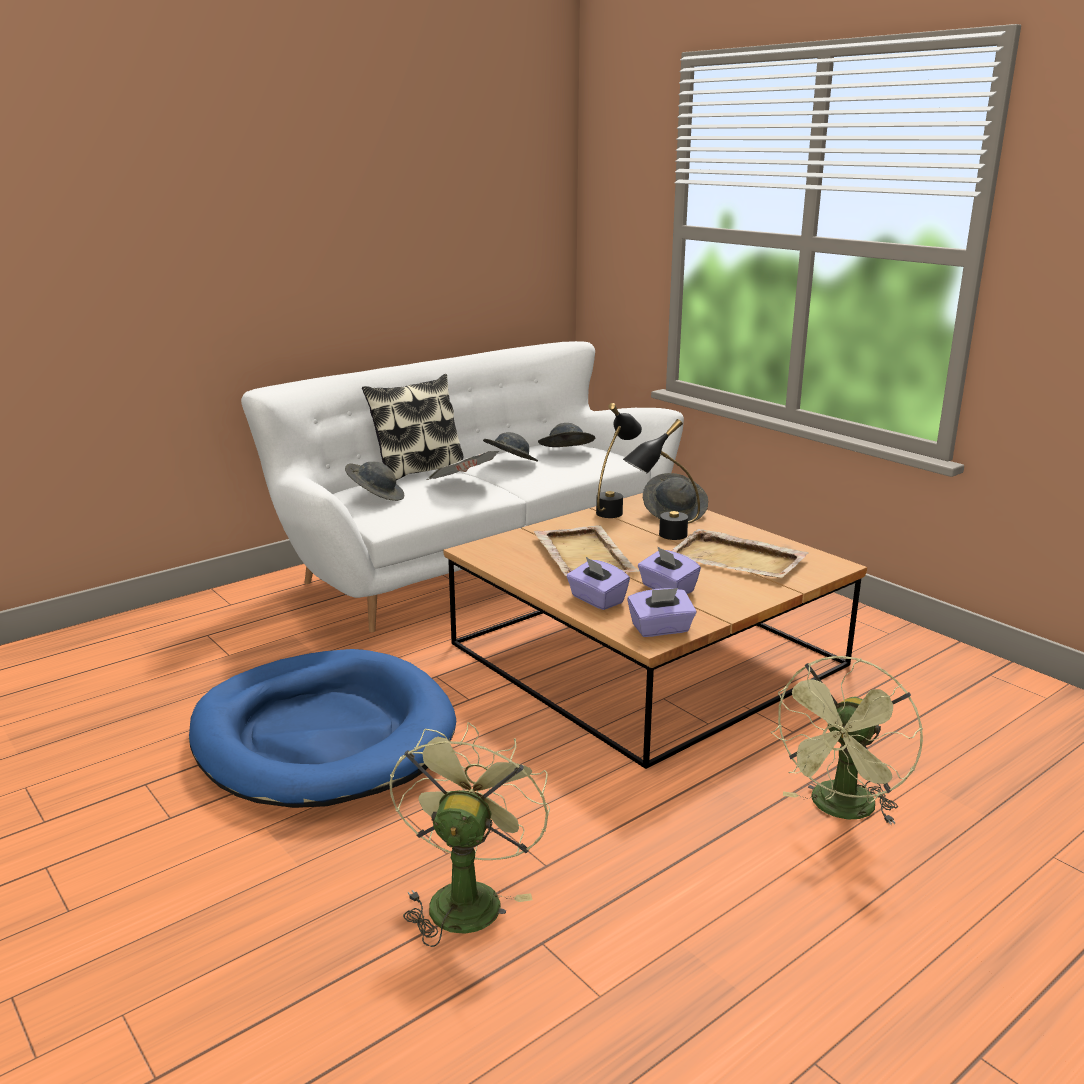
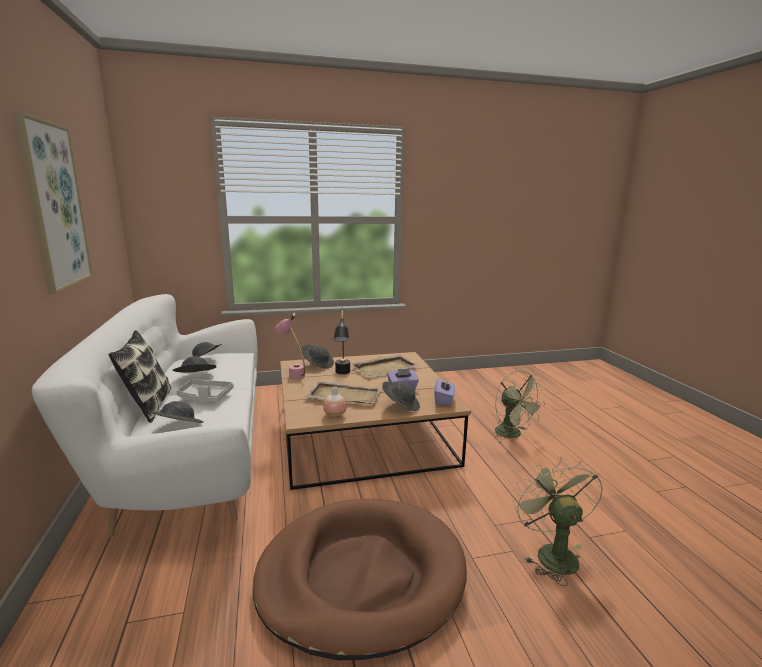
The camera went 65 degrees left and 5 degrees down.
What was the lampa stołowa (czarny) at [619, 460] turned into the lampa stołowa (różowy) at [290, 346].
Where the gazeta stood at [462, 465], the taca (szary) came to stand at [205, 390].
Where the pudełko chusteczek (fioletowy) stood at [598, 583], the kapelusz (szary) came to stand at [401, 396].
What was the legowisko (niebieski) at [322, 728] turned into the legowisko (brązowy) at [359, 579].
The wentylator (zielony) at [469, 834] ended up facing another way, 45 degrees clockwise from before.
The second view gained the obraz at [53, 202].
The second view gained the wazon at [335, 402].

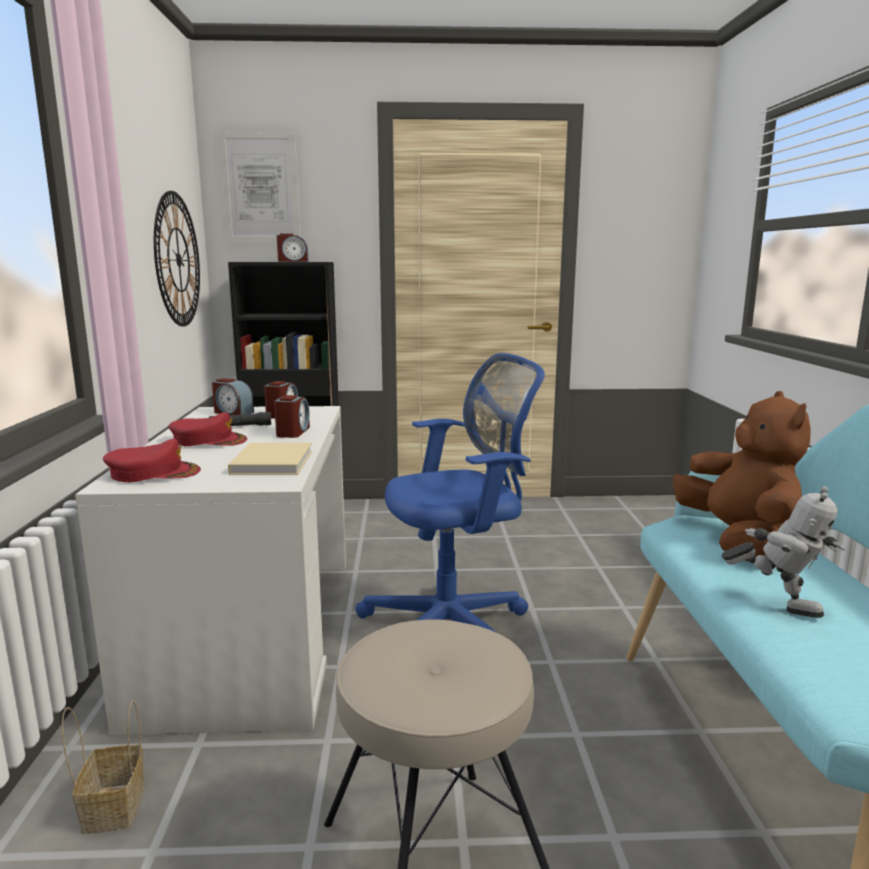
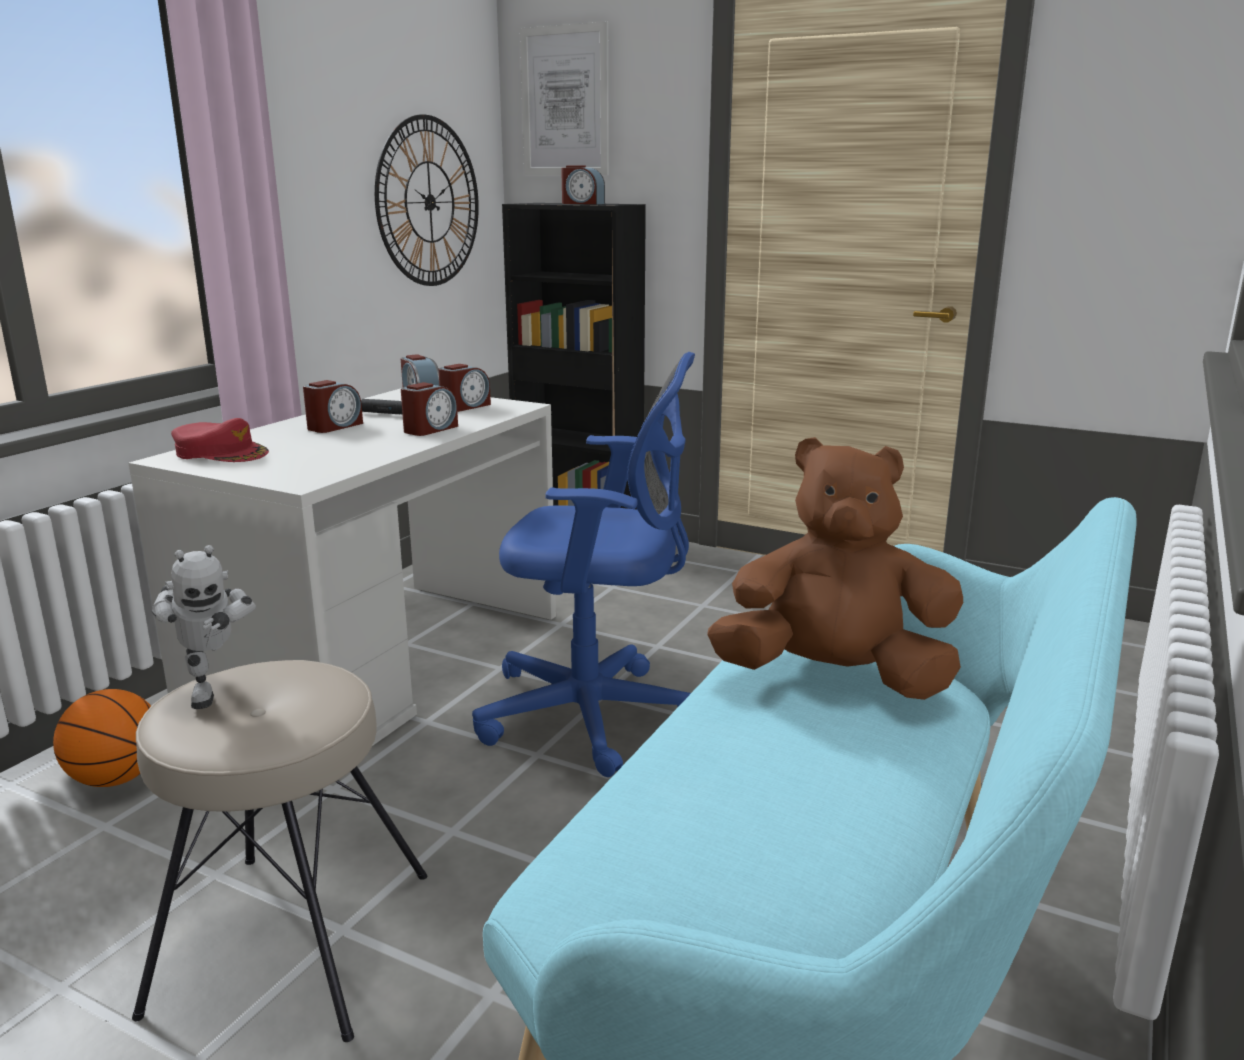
The camera went 30 degrees right and 5 degrees up.
The pluszak (brązowy) at [742, 476] ended up facing another way, 105 degrees counterclockwise from before.
Where the czapka z daszkiem (czerwony) stood at [207, 429], the budzik came to stand at [333, 406].
The second view lost the książka (beżowy) at [270, 459].
The robot zabawkowy ended up elsewhere, having gone from [783, 552] to [204, 627].
Where the koszyk stood at [103, 767], the piłka do koszykówki came to stand at [102, 738].

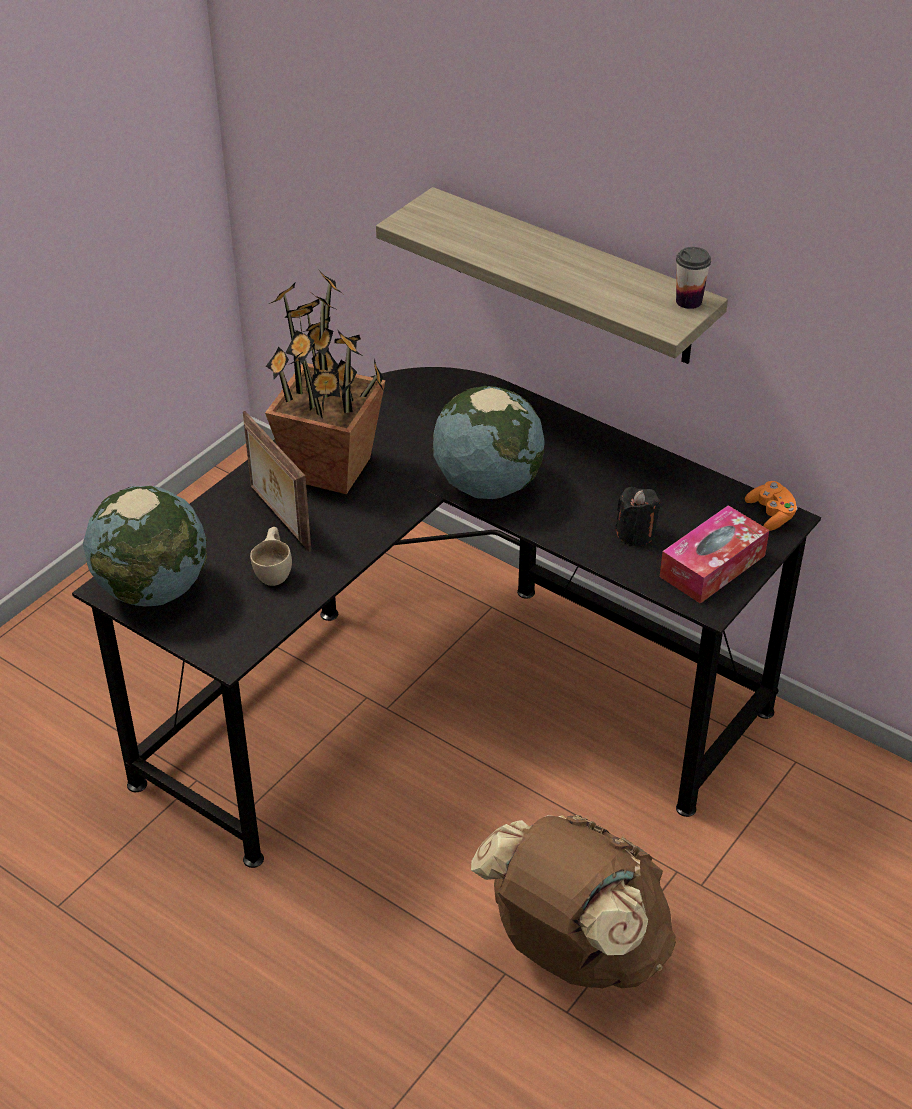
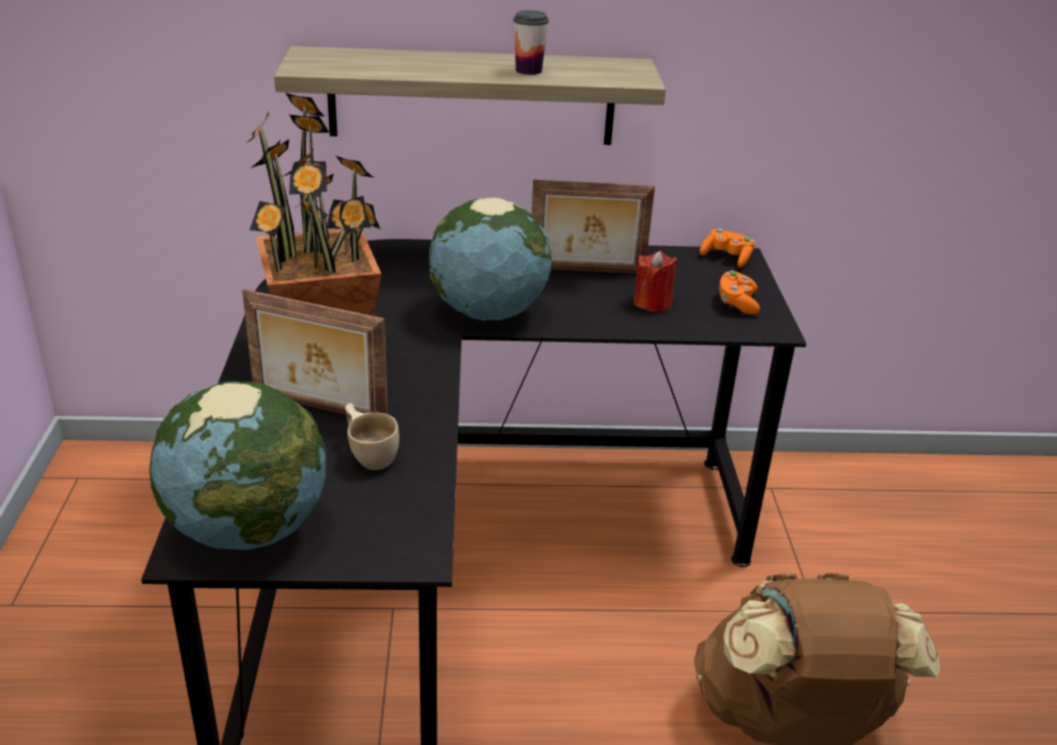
The camera went 40 degrees left and 10 degrees down.
The filiżanka ended up elsewhere, having gone from [693, 278] to [531, 42].
What was the świeca (czarny) at [637, 517] turned into the świeca (czerwony) at [656, 281].
Where the pudełko chusteczek stood at [714, 554], the pad do gier (pomarańczowy) came to stand at [739, 292].
The second view gained the ramka na zdjęcie at [593, 227].

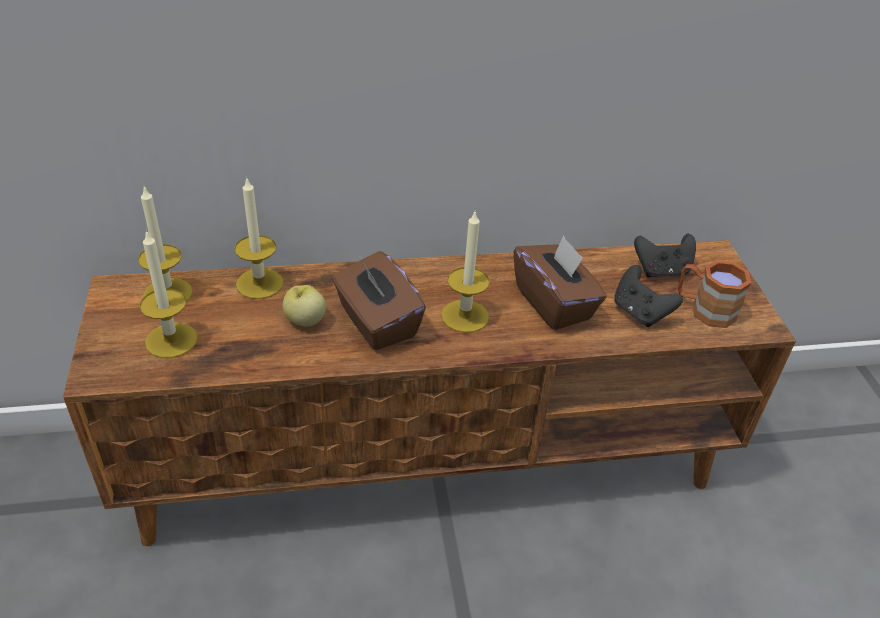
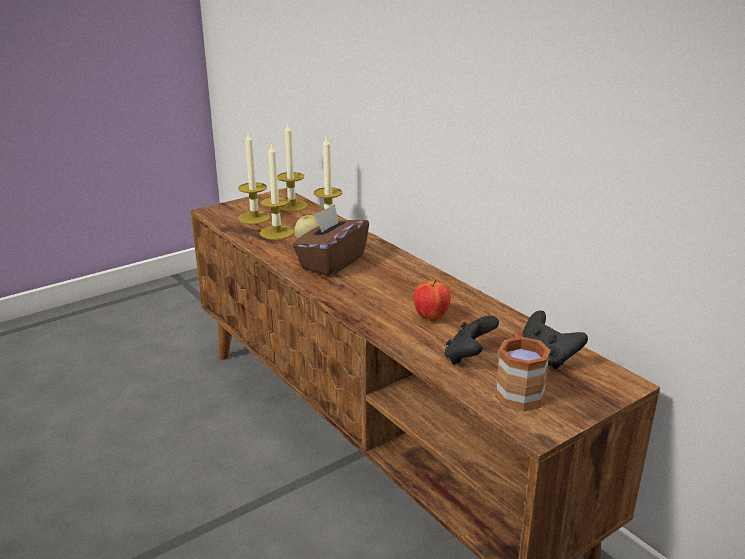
The camera went 65 degrees right and 15 degrees down.
The świeca ended up elsewhere, having gone from [465, 271] to [277, 191].
Where the pudełko chusteczek (brązowy) stood at [560, 282], the jabłko came to stand at [432, 300].

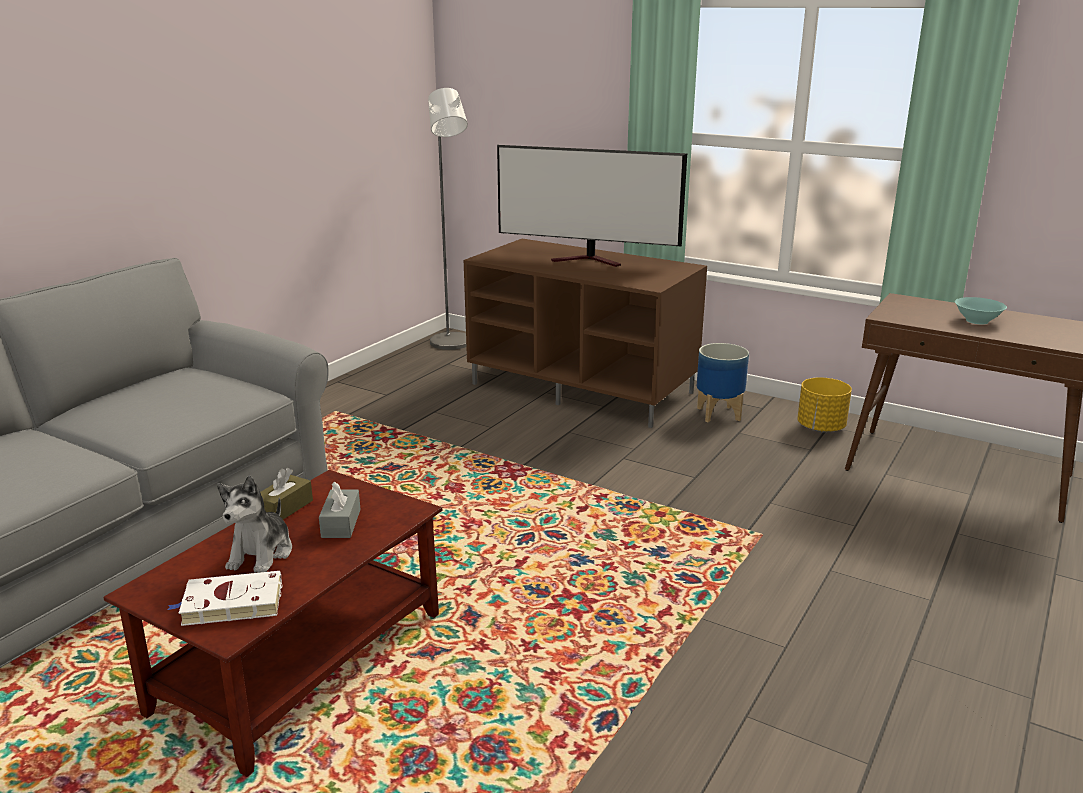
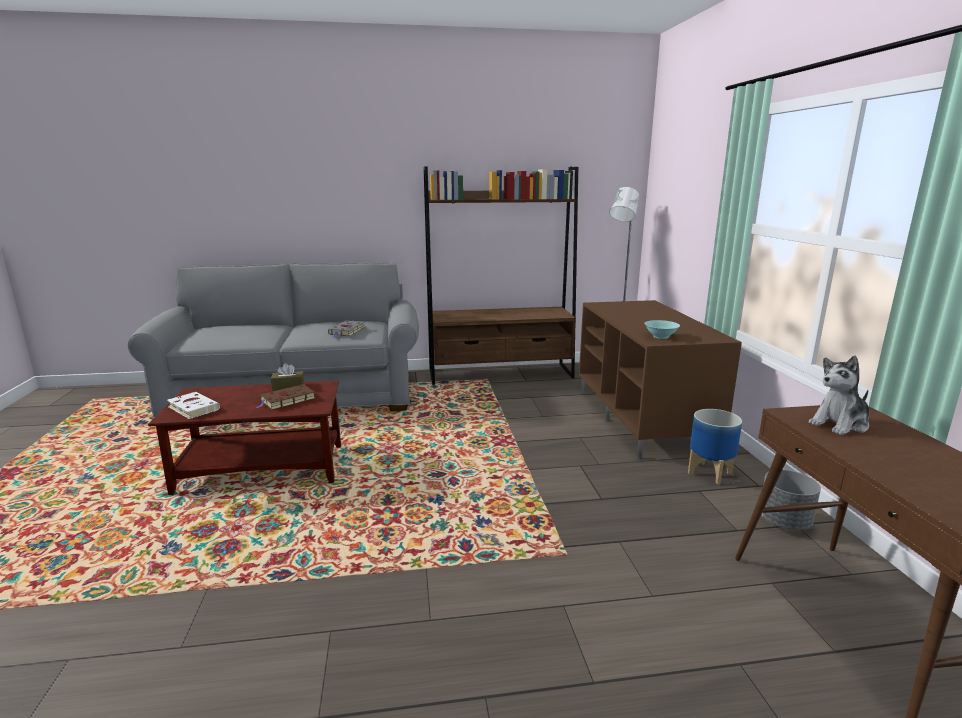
The camera went 50 degrees right and 5 degrees down.
The second view lost the telewizor at [592, 206].
The miska (turkusowy) ended up elsewhere, having gone from [981, 310] to [662, 329].
What was the donica (żółty) at [824, 404] turned into the donica (szary) at [791, 500].
The pluszak ended up elsewhere, having gone from [254, 524] to [839, 395].
Where the pudełko chusteczek (szary) stood at [340, 510], the książka (brązowy) came to stand at [286, 397].
The second view gained the regał (brązowy) at [501, 275].
The second view gained the książka (szary) at [346, 329].

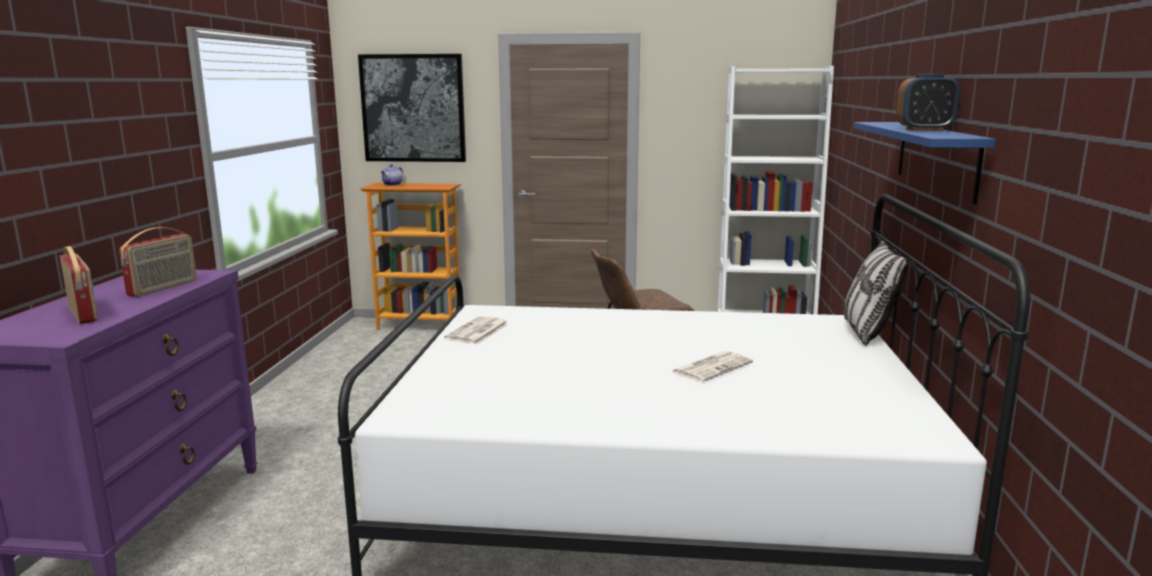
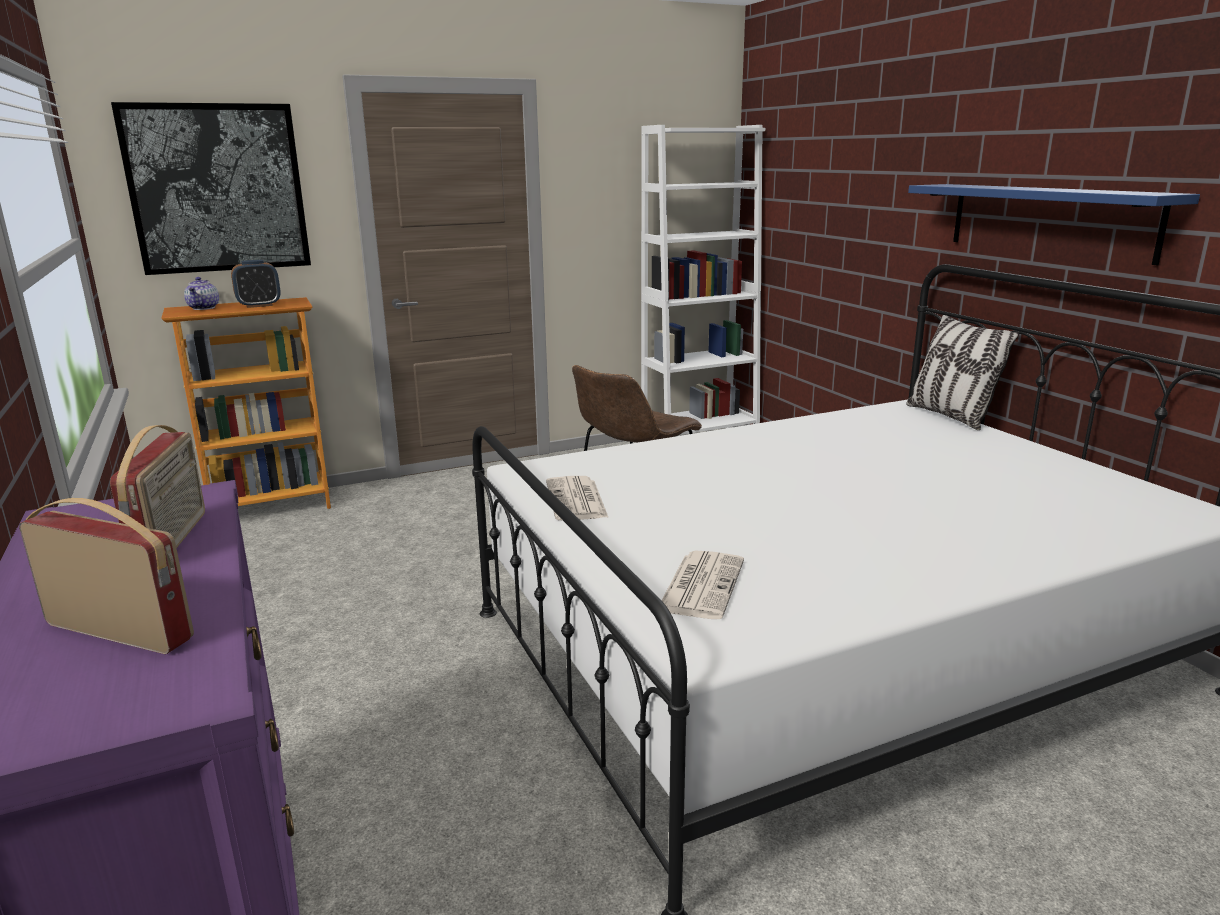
The camera went 30 degrees left and 5 degrees up.
The budzik ended up elsewhere, having gone from [928, 102] to [256, 284].
The gazeta ended up elsewhere, having gone from [712, 366] to [703, 584].

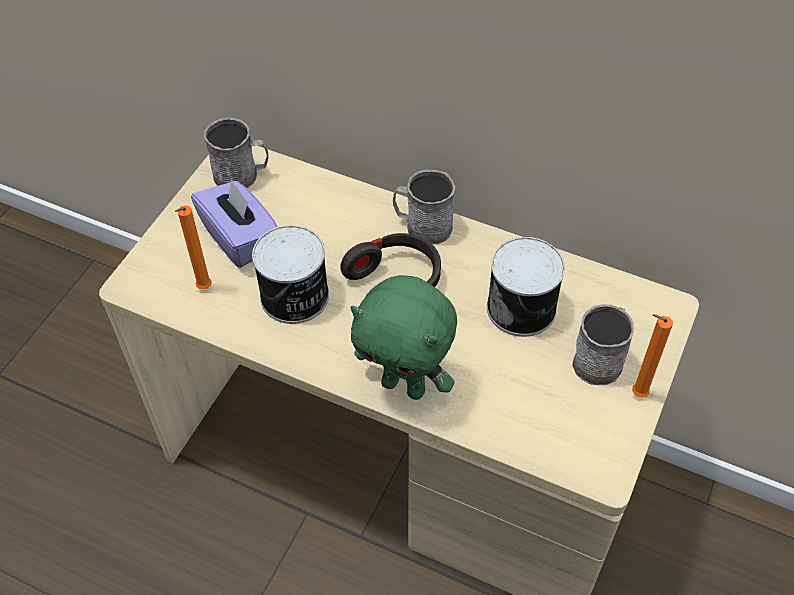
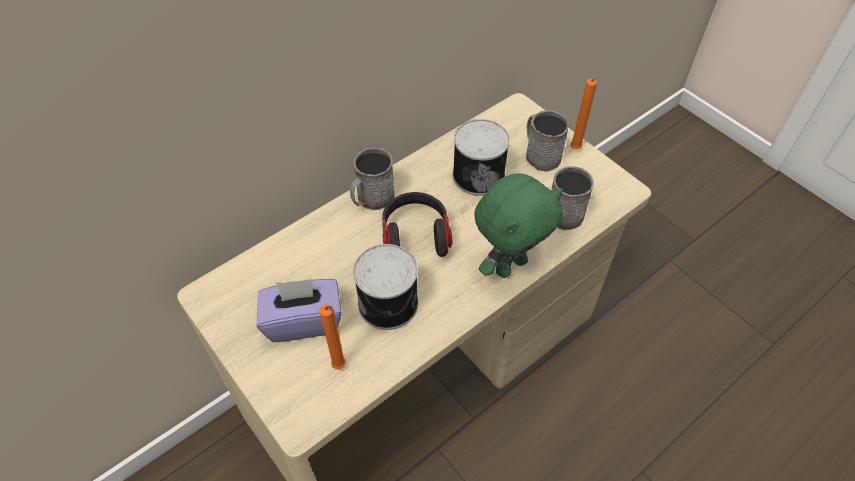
The camera went 65 degrees left and 0 degrees up.
The kubek (szary) ended up elsewhere, having gone from [236, 153] to [572, 198].

